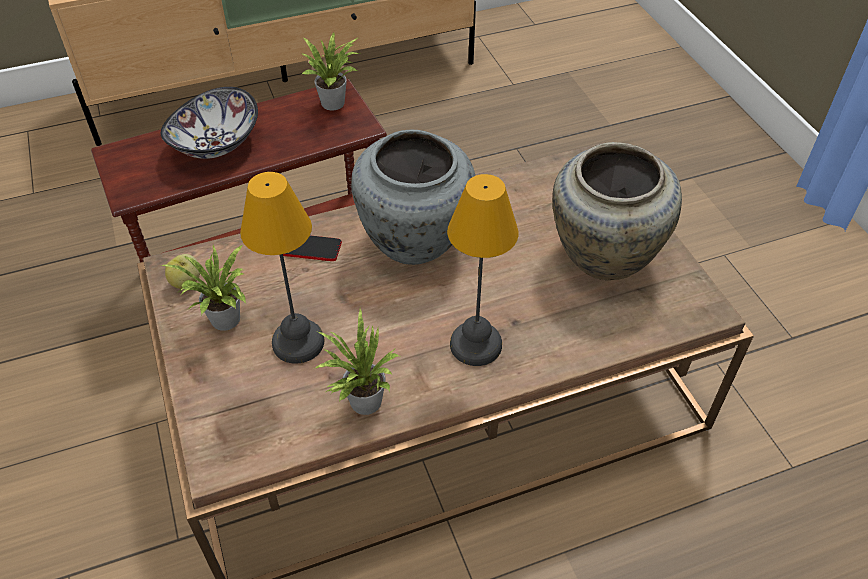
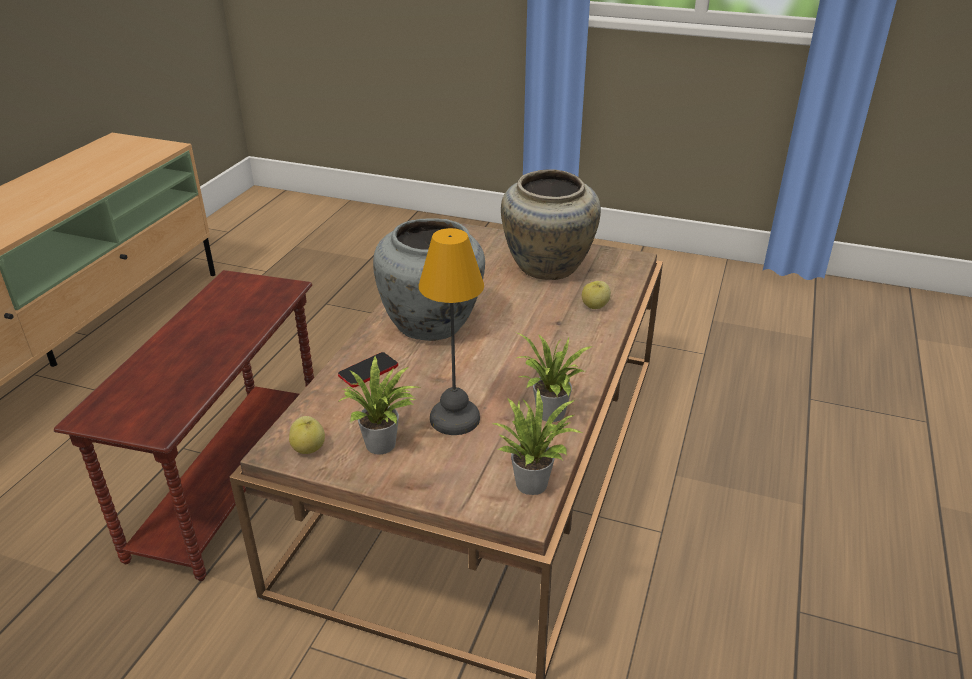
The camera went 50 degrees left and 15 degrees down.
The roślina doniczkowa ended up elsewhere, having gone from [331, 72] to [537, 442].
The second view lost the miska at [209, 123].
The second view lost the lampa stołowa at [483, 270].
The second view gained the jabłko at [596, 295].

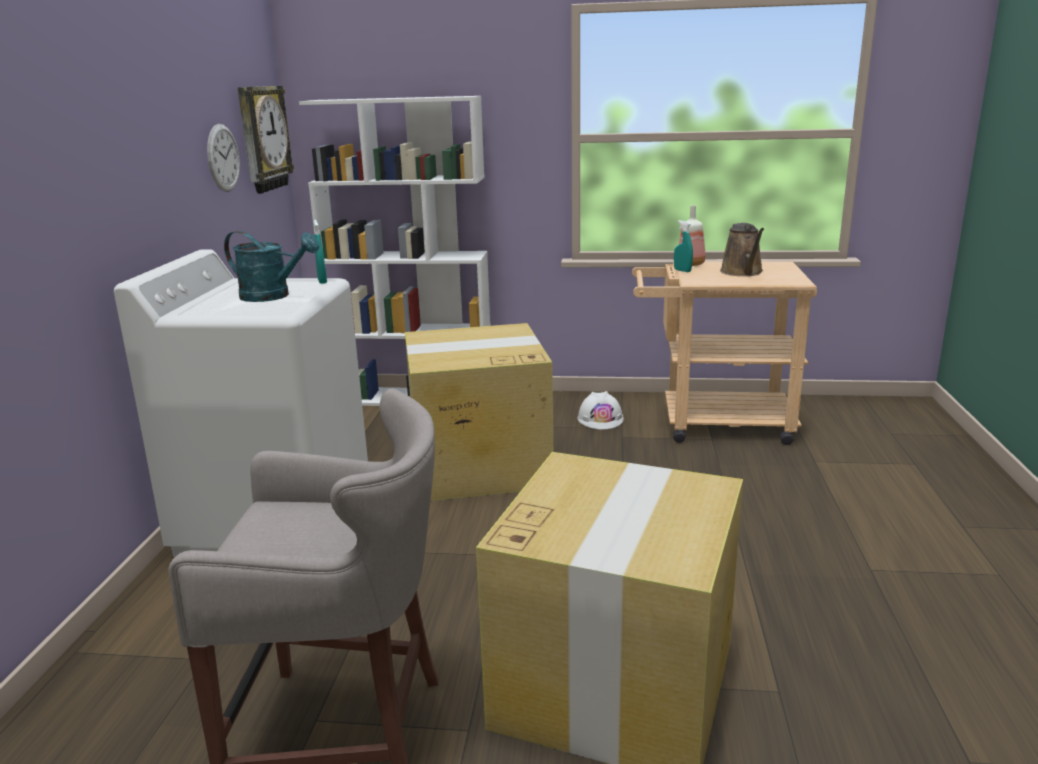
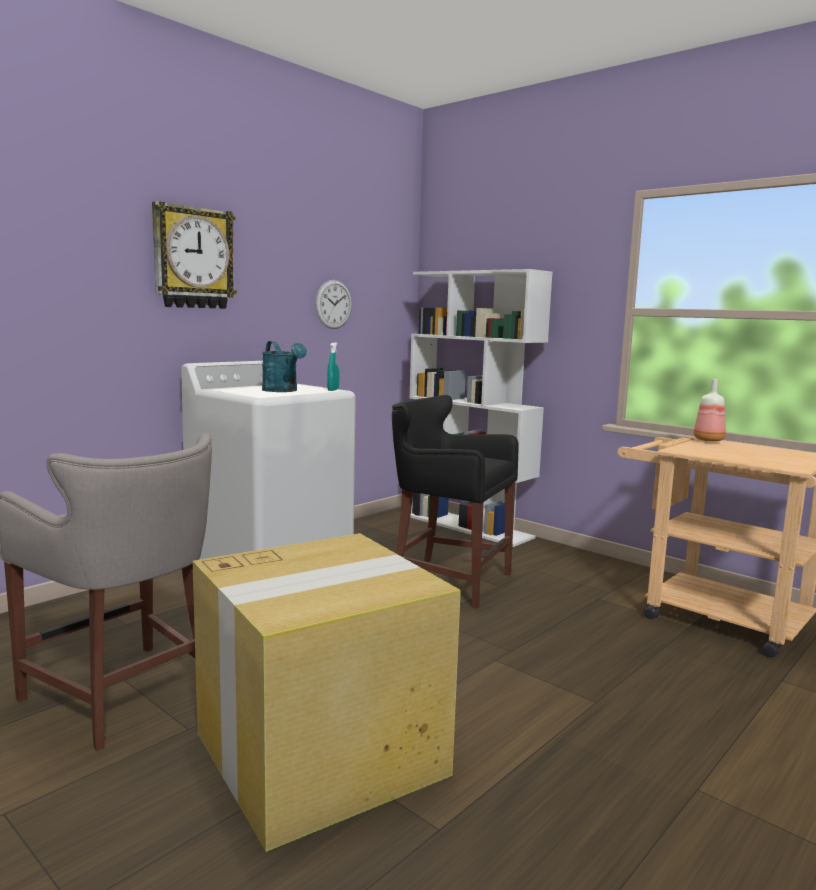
The camera went 35 degrees right and 10 degrees down.
The zegar ścienny ended up elsewhere, having gone from [266, 140] to [194, 255].
The second view lost the spryskiwacz (turkusowy) at [683, 246].
The second view lost the konewka (brązowy) at [742, 249].
Where the karton stood at [479, 412], the stołek (czarny) came to stand at [455, 501].
The second view lost the kask (biały) at [601, 410].

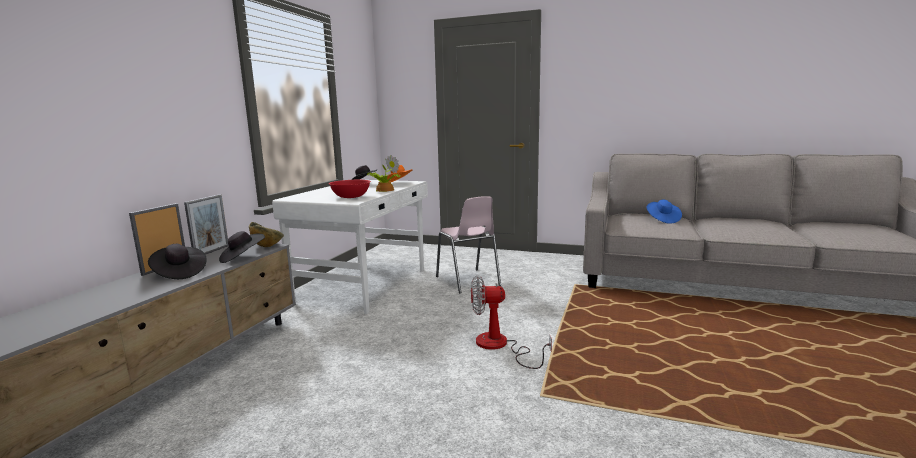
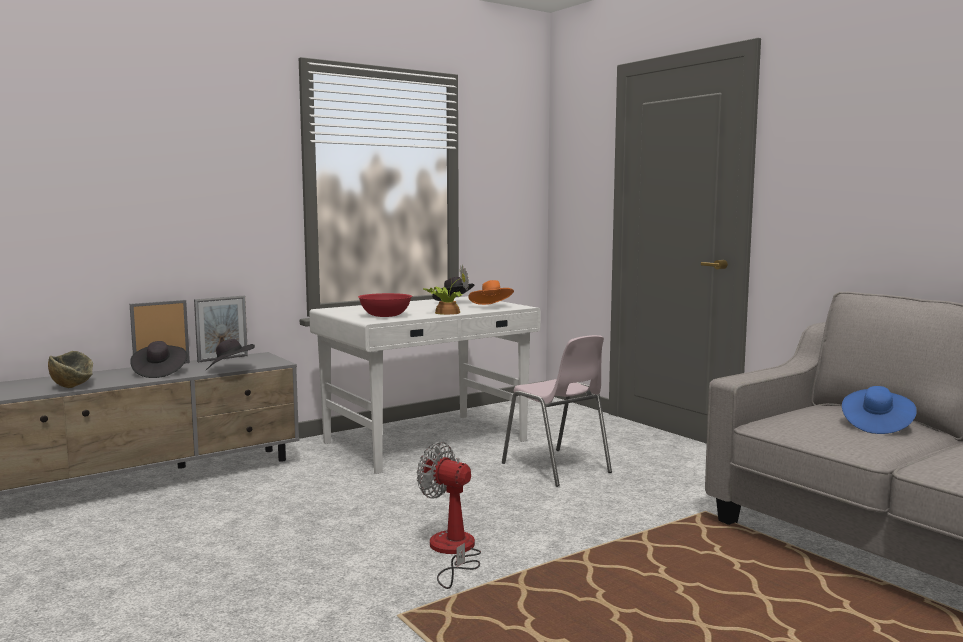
The camera went 35 degrees right and 5 degrees down.
The krzesło (różowy) at [468, 244] ended up facing another way, 45 degrees counterclockwise from before.
The miska ended up elsewhere, having gone from [266, 234] to [70, 369].

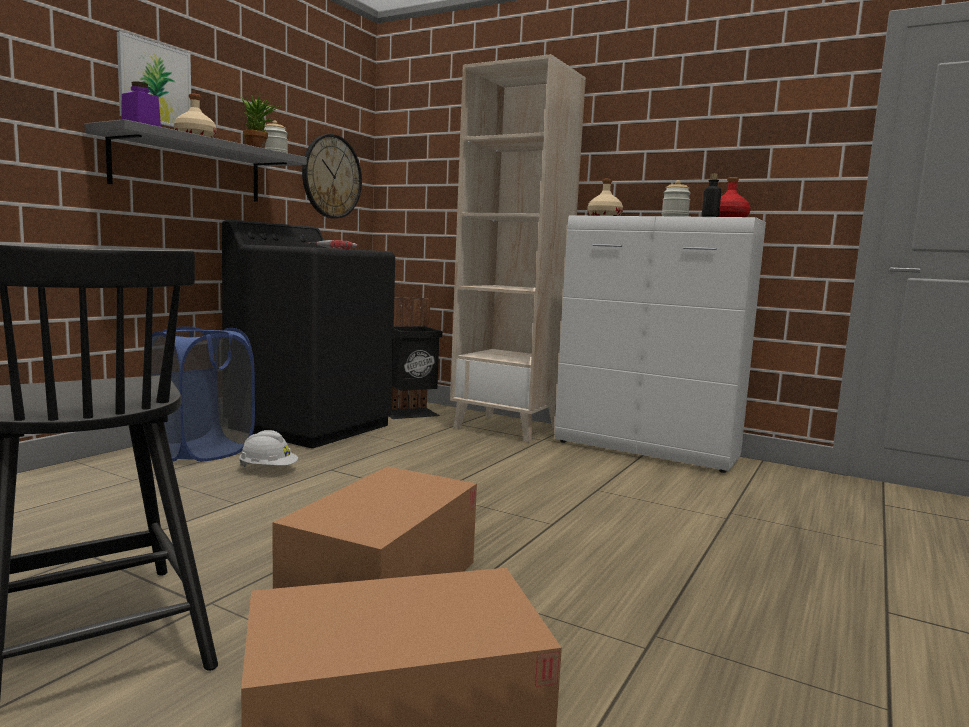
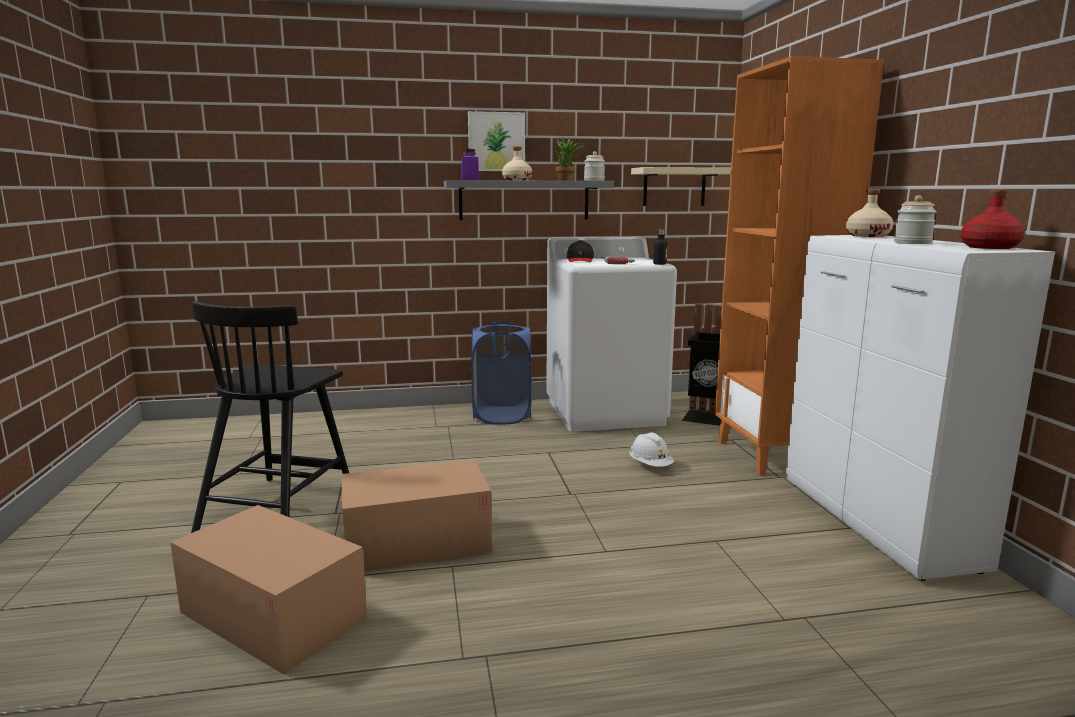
The camera went 50 degrees right and 5 degrees up.
What was the regał (beżowy) at [518, 248] turned into the regał (pomarańczowy) at [799, 266].
Where the zegar ścienny hung at [332, 176], the półka (beżowy) came to hang at [681, 186].
The butelka ended up elsewhere, having gone from [711, 195] to [660, 247].
What was the pralka (czarny) at [308, 334] turned into the pralka (biały) at [611, 334].
The kask (biały) ended up elsewhere, having gone from [268, 448] to [652, 449].
The second view gained the czapka z daszkiem (czarny) at [580, 251].

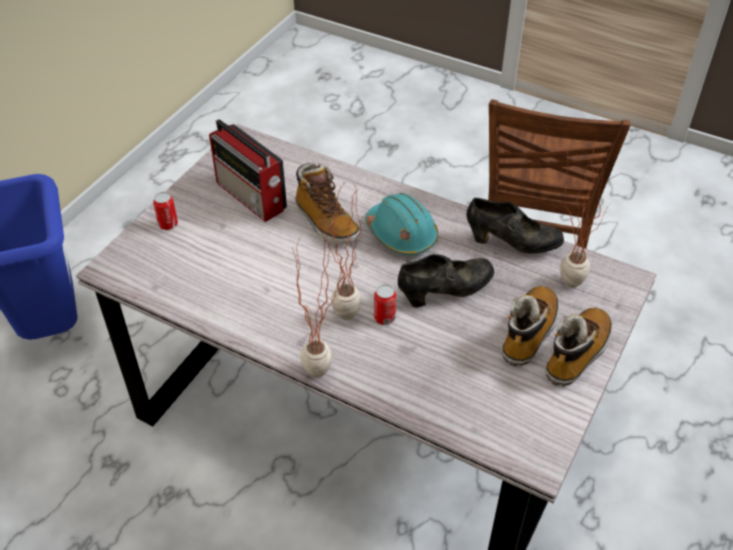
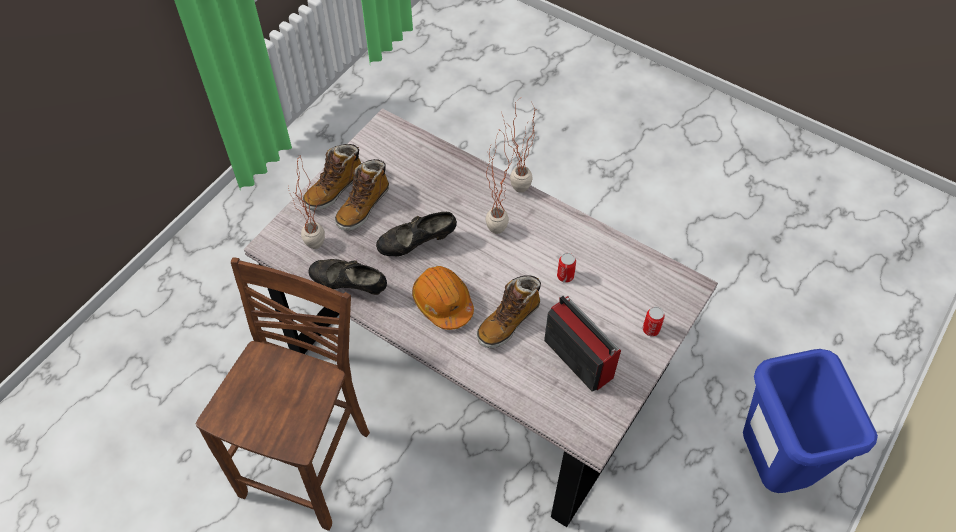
The camera went 175 degrees left and 10 degrees up.
The but z cholewką at [327, 203] ended up facing another way, 105 degrees counterclockwise from before.
What was the kask (turkusowy) at [401, 224] turned into the kask (pomarańczowy) at [443, 298].
The puszka ended up elsewhere, having gone from [385, 304] to [566, 268].

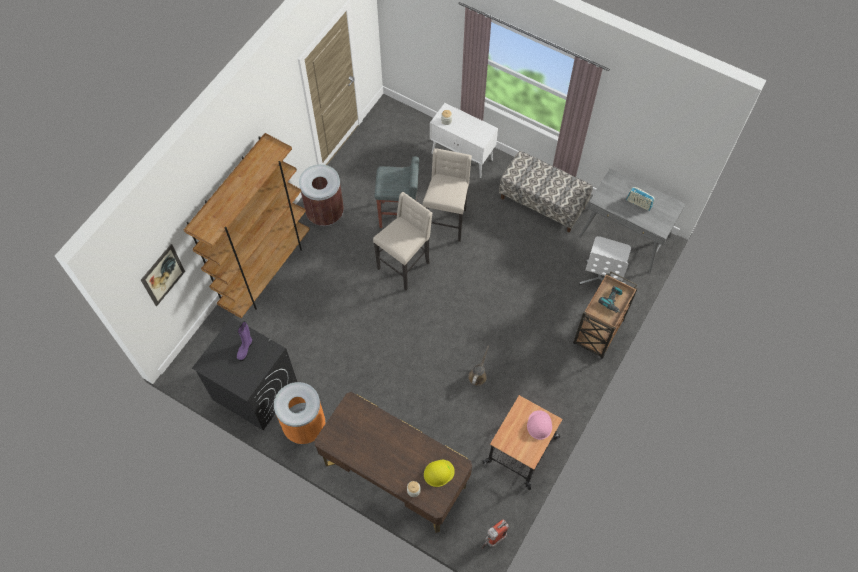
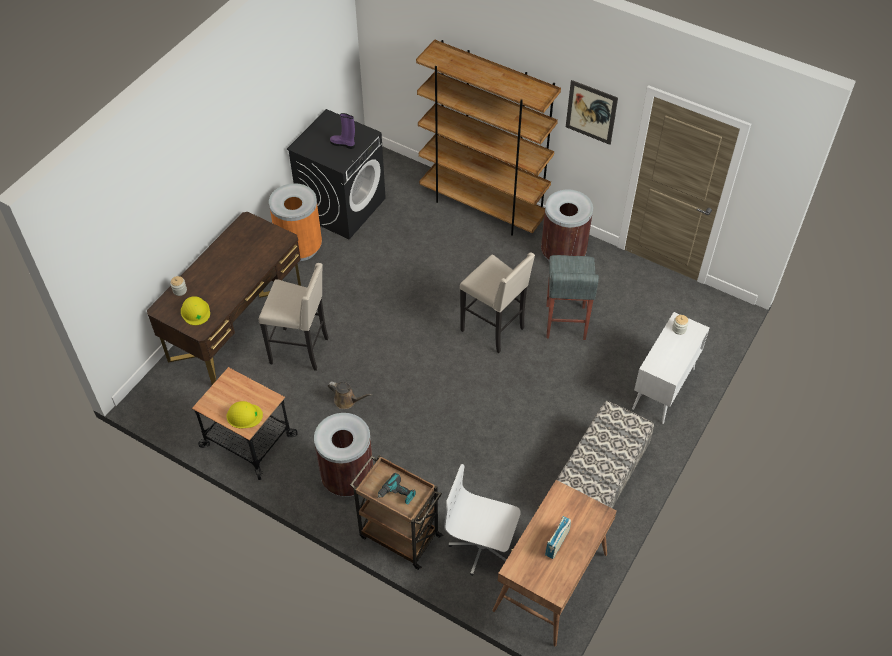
The camera went 90 degrees right and 10 degrees down.
The stołek (beżowy) ended up elsewhere, having gone from [447, 195] to [294, 317].
What was the biurko (szary) at [632, 220] turned into the biurko (brązowy) at [554, 563].
The obraz ended up elsewhere, having gone from [163, 275] to [592, 112].
What was the kask (różowy) at [539, 425] turned into the kask (żółty) at [244, 414].
The second view lost the gaśnica at [495, 534].
The second view gained the kosz na śmieci (brązowy) at [343, 455].

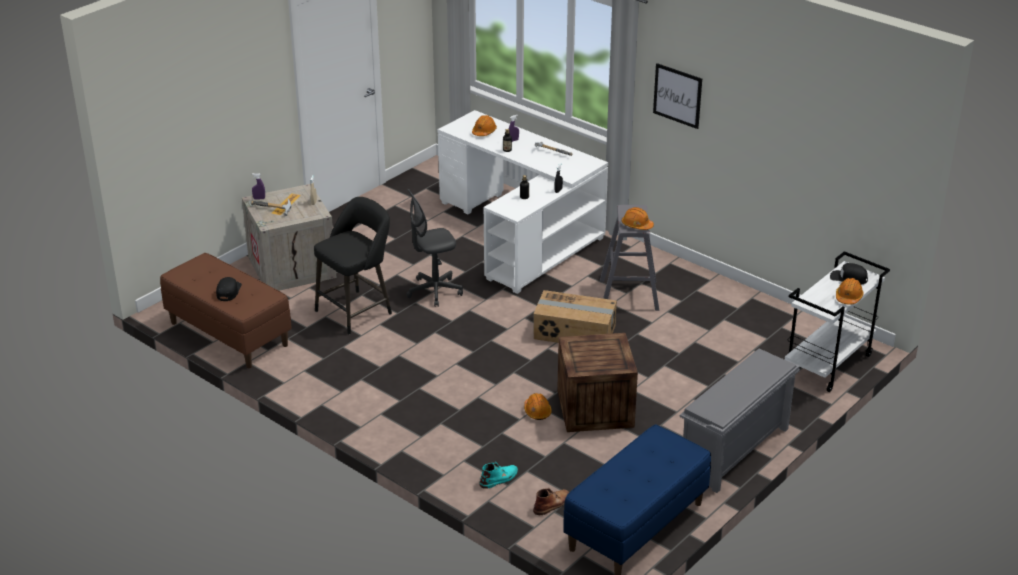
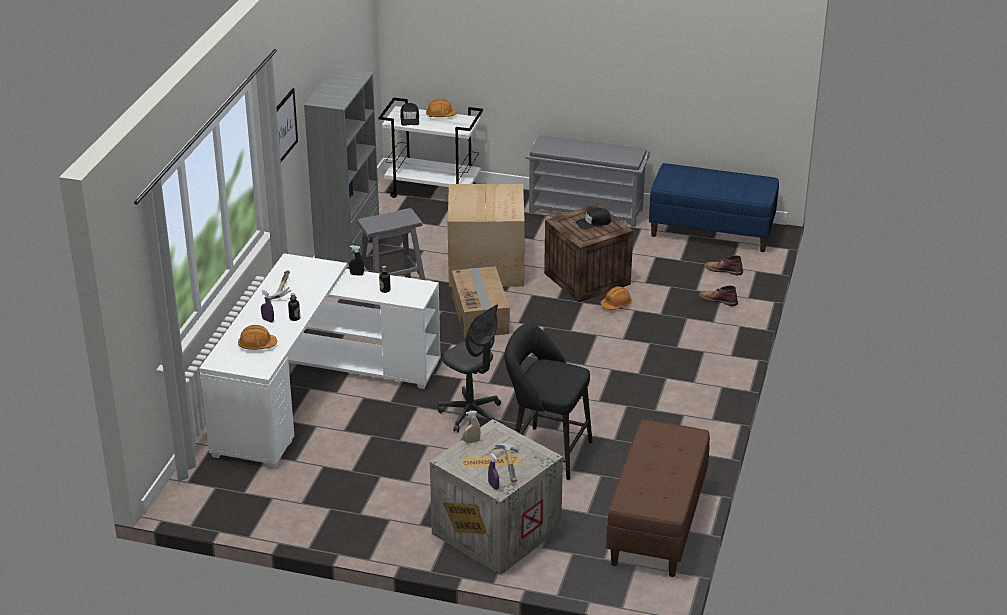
The camera went 115 degrees left and 0 degrees up.
The second view lost the kask (pomarańczowy) at [638, 218].
The czapka z daszkiem (czarny) ended up elsewhere, having gone from [229, 289] to [593, 218].
What was the but z cholewką (turkusowy) at [498, 475] turned into the but z cholewką (brązowy) at [718, 296].
The second view gained the regał (szary) at [341, 166].
The second view gained the karton at [486, 235].

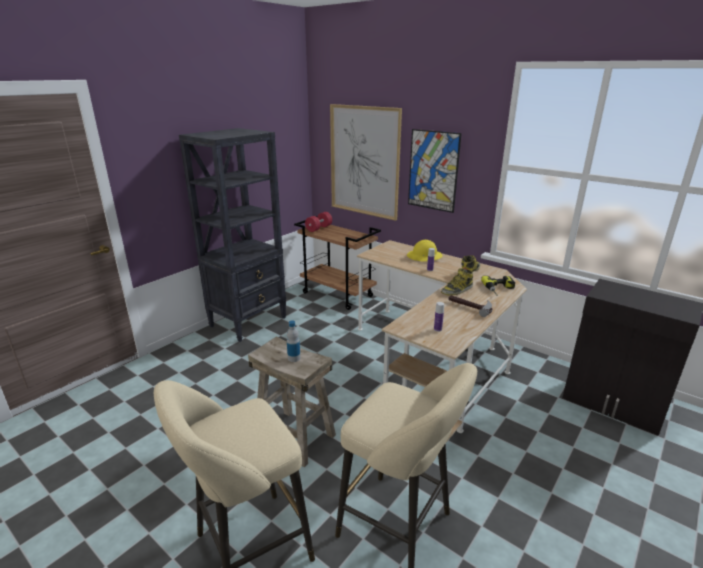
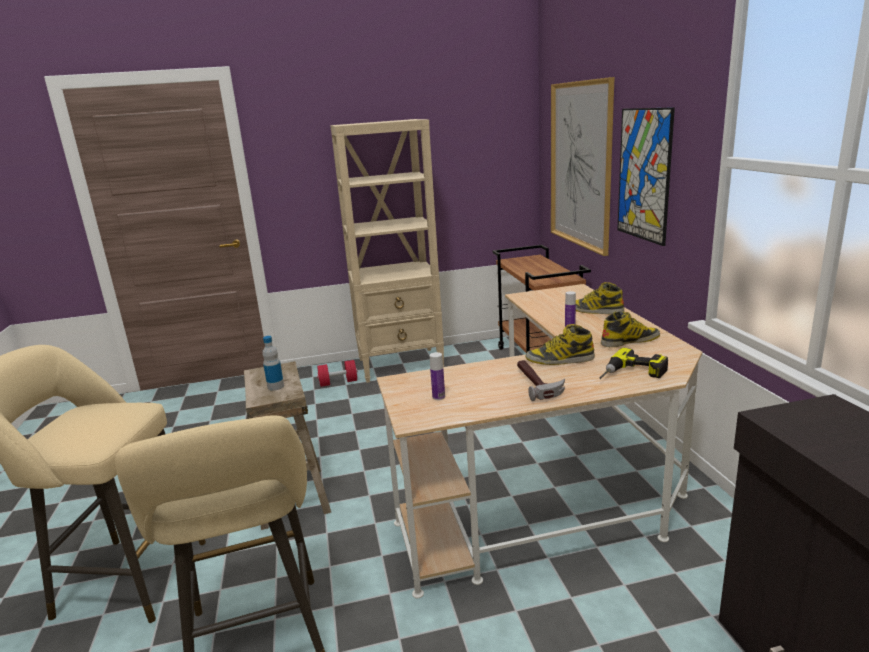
The camera went 40 degrees right and 5 degrees down.
What was the regał (czarny) at [232, 235] turned into the regał (beżowy) at [387, 251].
The hantel (czerwony) ended up elsewhere, having gone from [318, 222] to [337, 373].
Where the kask (żółty) stood at [425, 251], the but z cholewką came to stand at [600, 298].

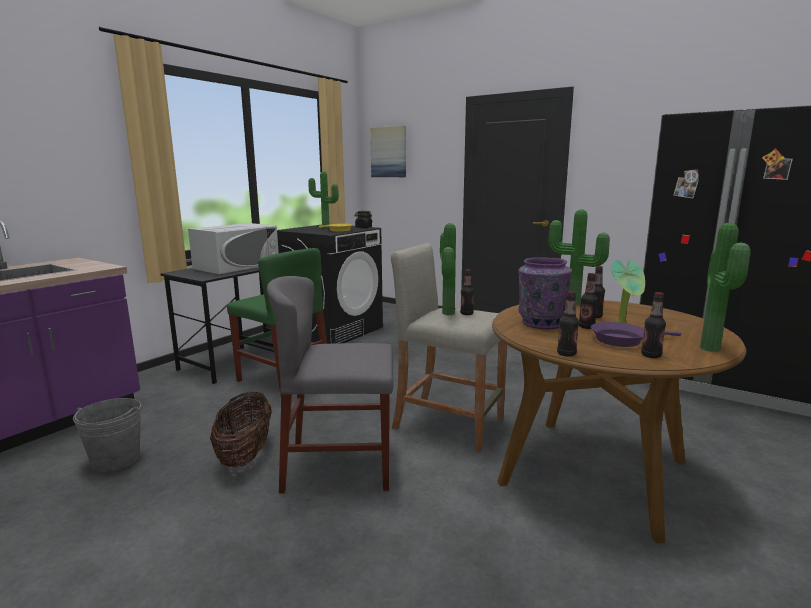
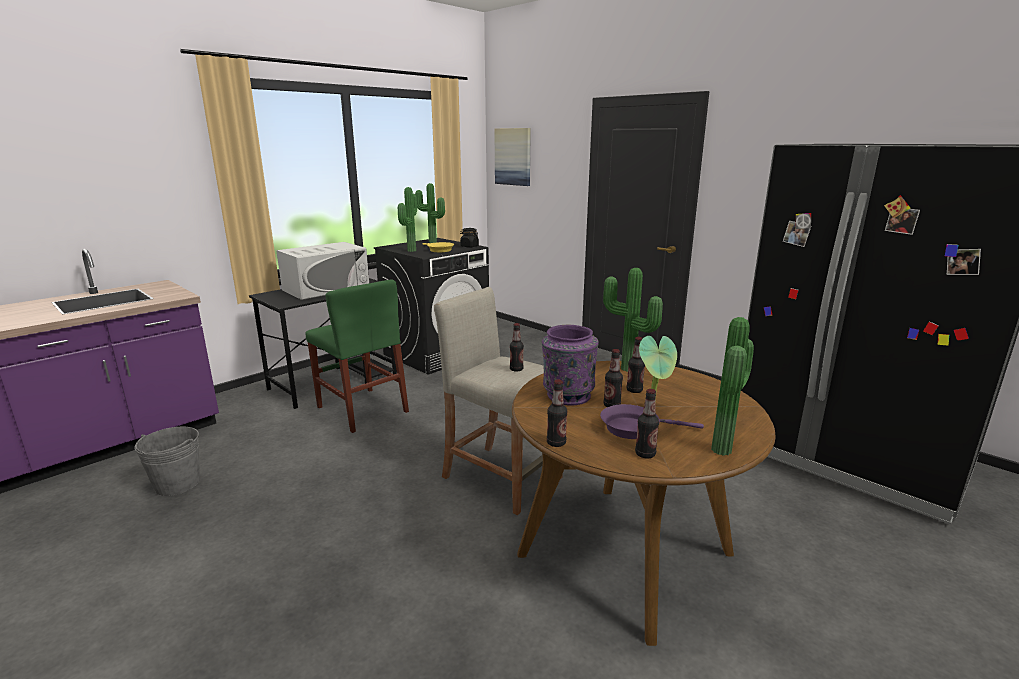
The camera went 10 degrees right and 5 degrees up.
The roślina doniczkowa ended up elsewhere, having gone from [448, 269] to [407, 219].
The second view lost the krzesło (szary) at [330, 384].
The second view lost the koszyk at [241, 429].

